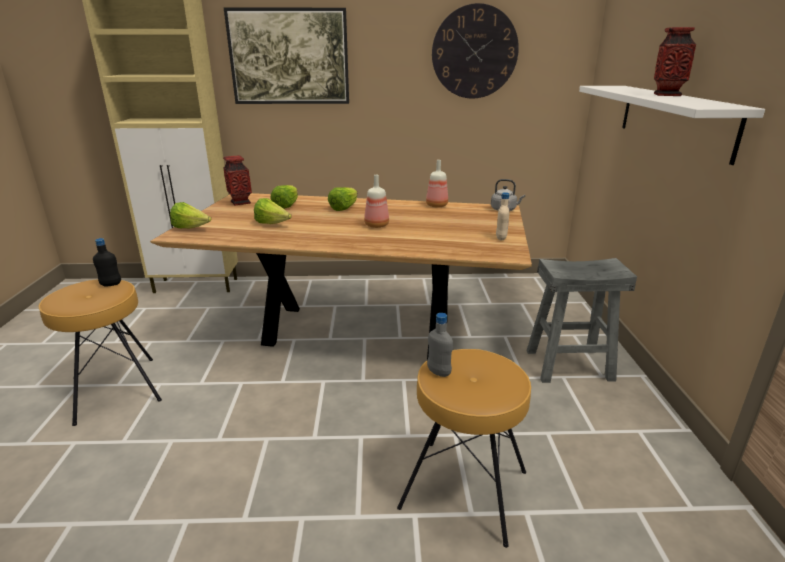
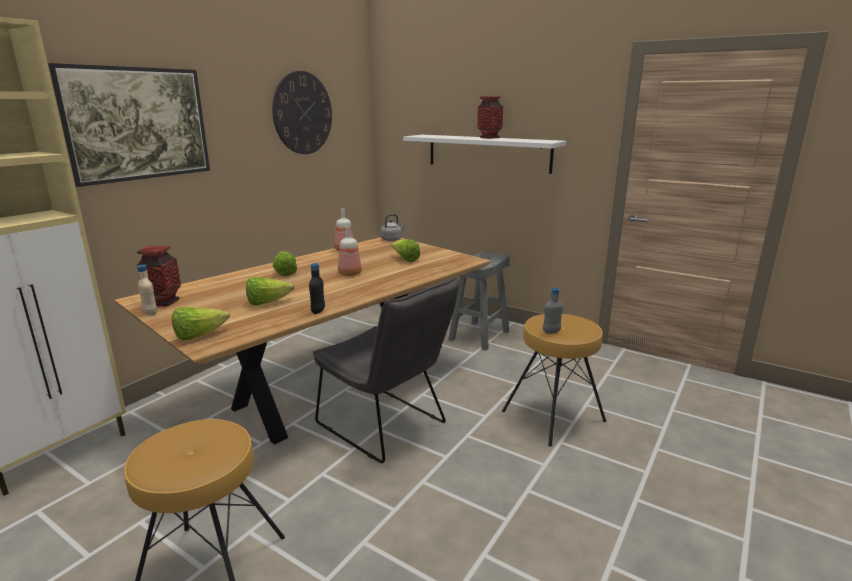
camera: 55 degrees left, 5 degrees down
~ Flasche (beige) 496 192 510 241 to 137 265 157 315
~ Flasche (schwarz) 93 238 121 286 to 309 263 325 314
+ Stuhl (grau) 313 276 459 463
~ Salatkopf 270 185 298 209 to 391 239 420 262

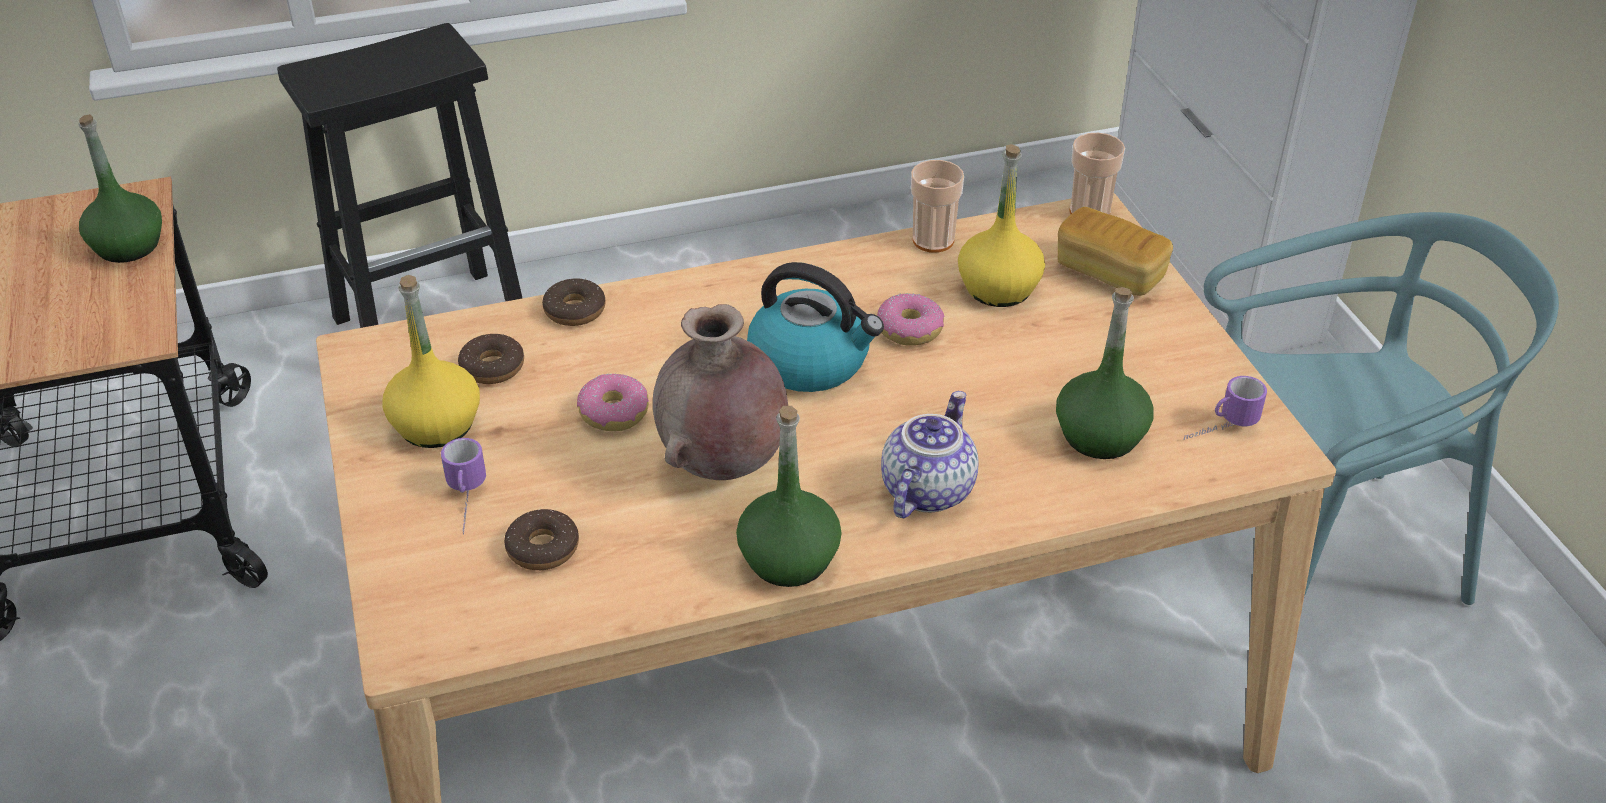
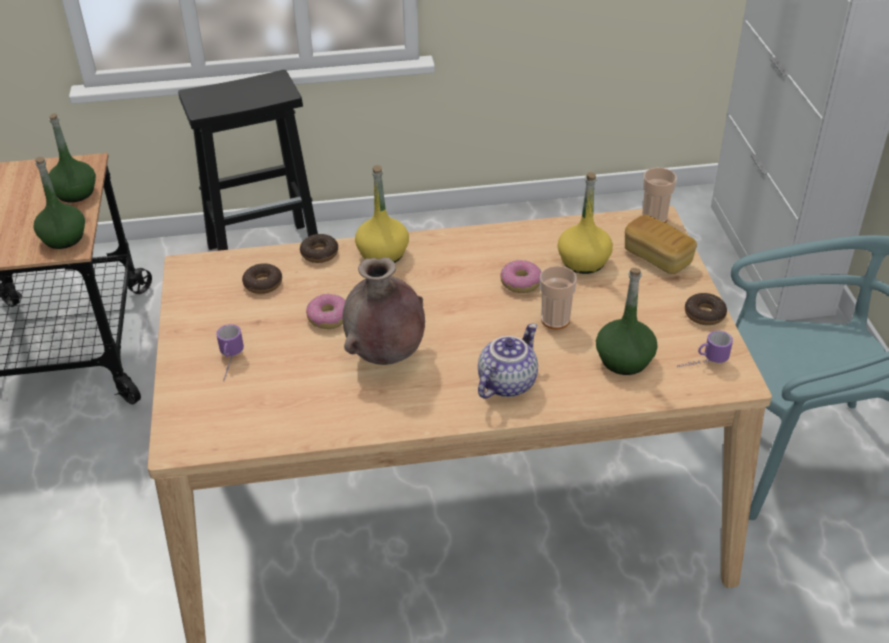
camera: 10 degrees right, 0 degrees up
~ Flasche (grün) 736 406 842 587 to 34 156 85 249
~ Flasche (gelb) 382 275 480 448 to 355 165 409 263
~ Tasse 911 160 964 253 to 540 266 577 329
~ Donut 504 509 579 570 to 685 293 727 325
- Wasserkessel 747 262 884 392

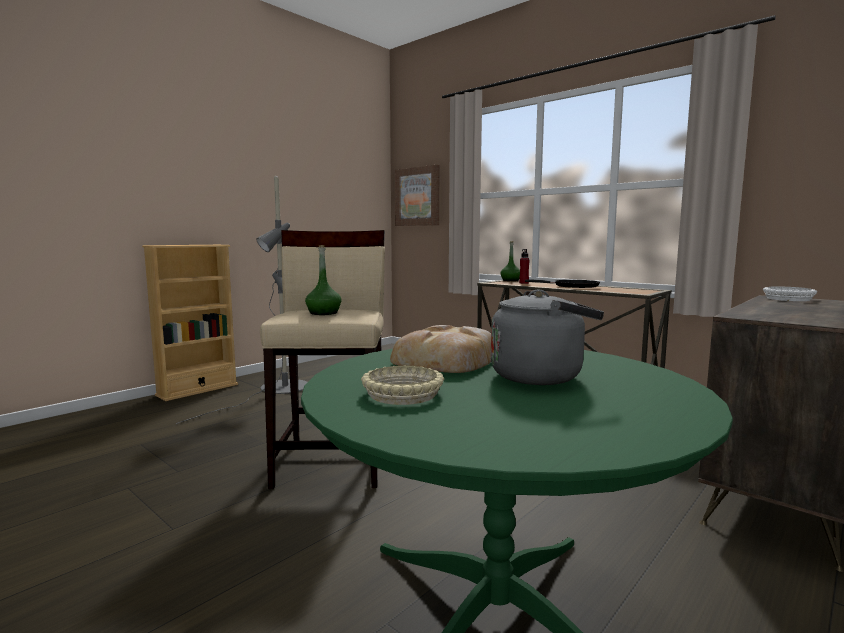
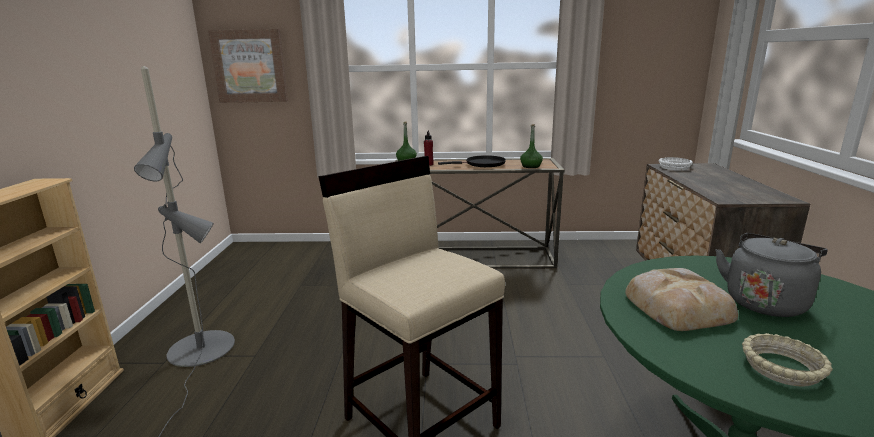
camera: 40 degrees left, 10 degrees up
~ Flasche (grün) 305 245 341 315 to 520 124 543 168

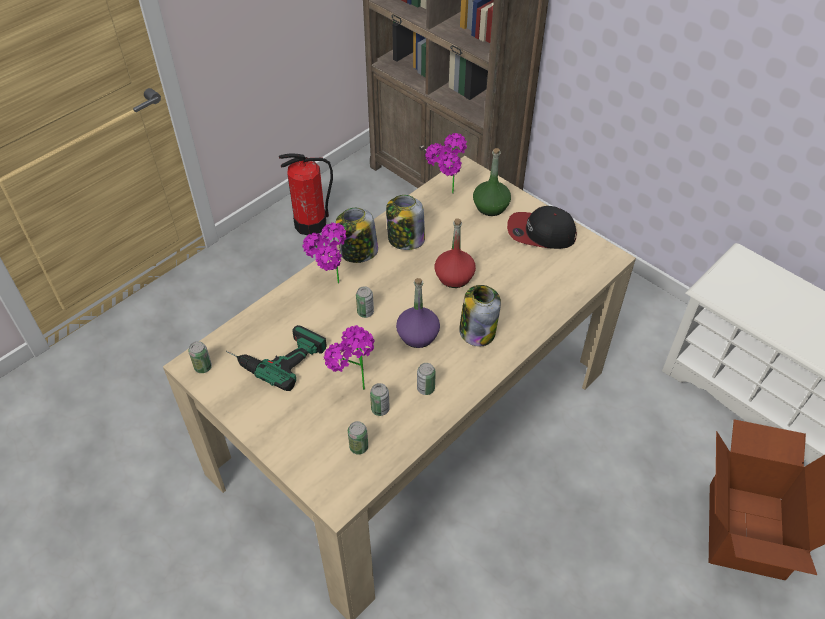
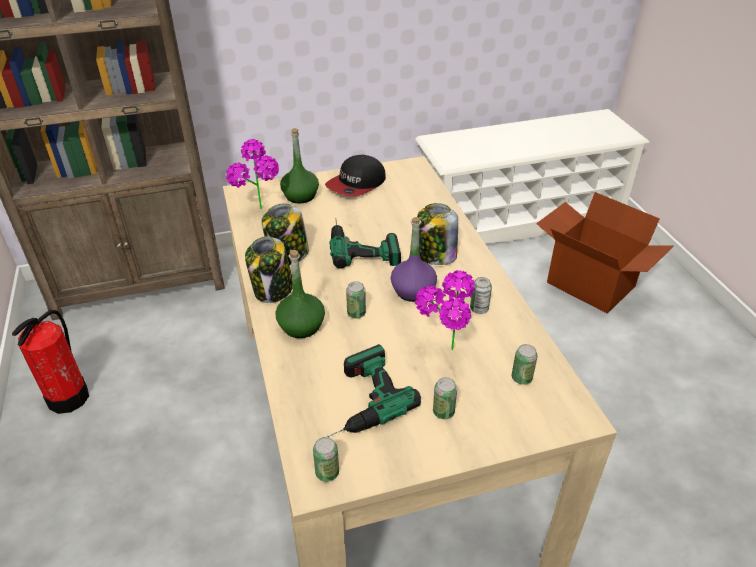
camera: 60 degrees left, 10 degrees down
~ Topfpflanze 302 222 347 284 to Flasche (grün) 275 250 325 338
~ Flasche (rot) 435 218 476 288 to Bohrmaschine 329 218 401 269
~ Dose 370 383 390 416 to 433 377 457 419

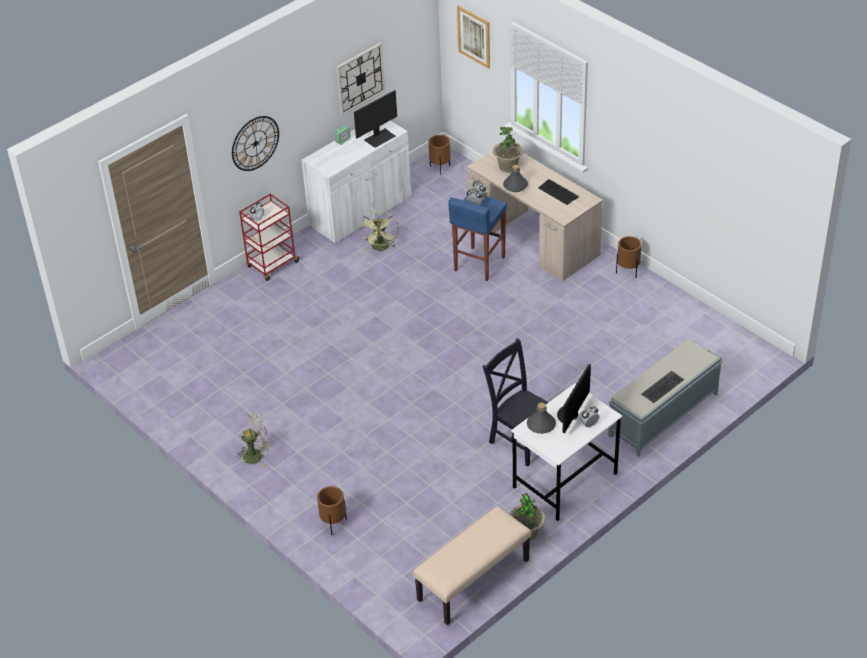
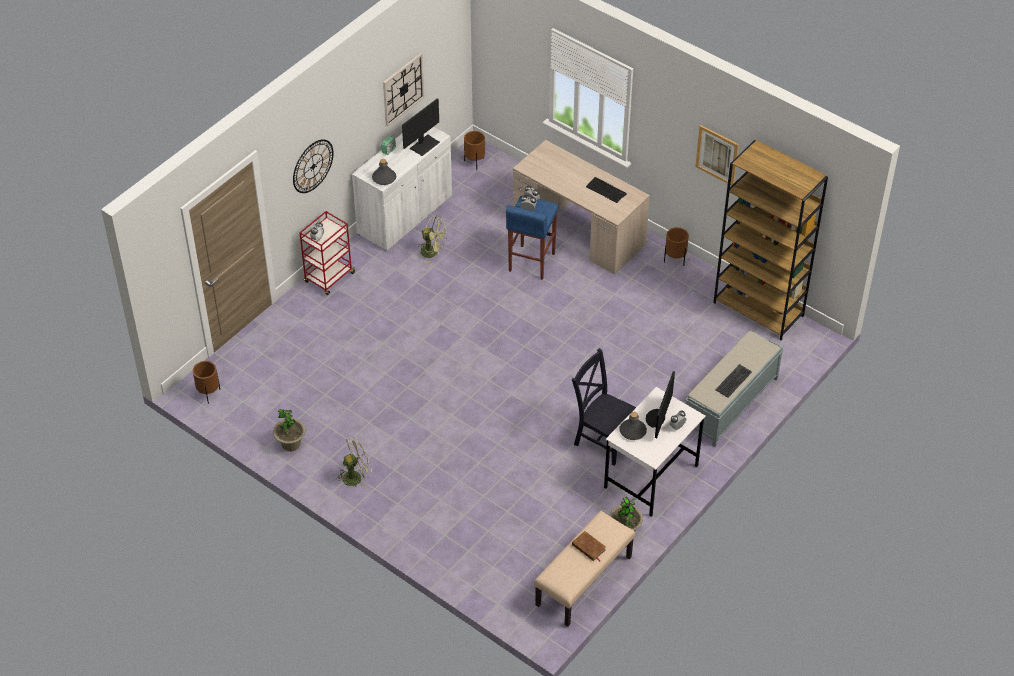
camera: 10 degrees left, 5 degrees up
~ Pflanzkübel (braun) 317 486 347 535 to 193 361 220 404
~ Topfpflanze 493 127 524 173 to 273 409 306 451
~ Flasche (grau) 503 165 528 192 to 372 159 396 185
~ Ventilator (grün) 359 211 399 251 = 418 215 447 264 60 degrees counterclockwise
+ Buch (braun) 572 531 606 562
~ Bild 457 6 490 69 to 695 125 739 186
+ Bücherregal (braun) 713 140 828 340

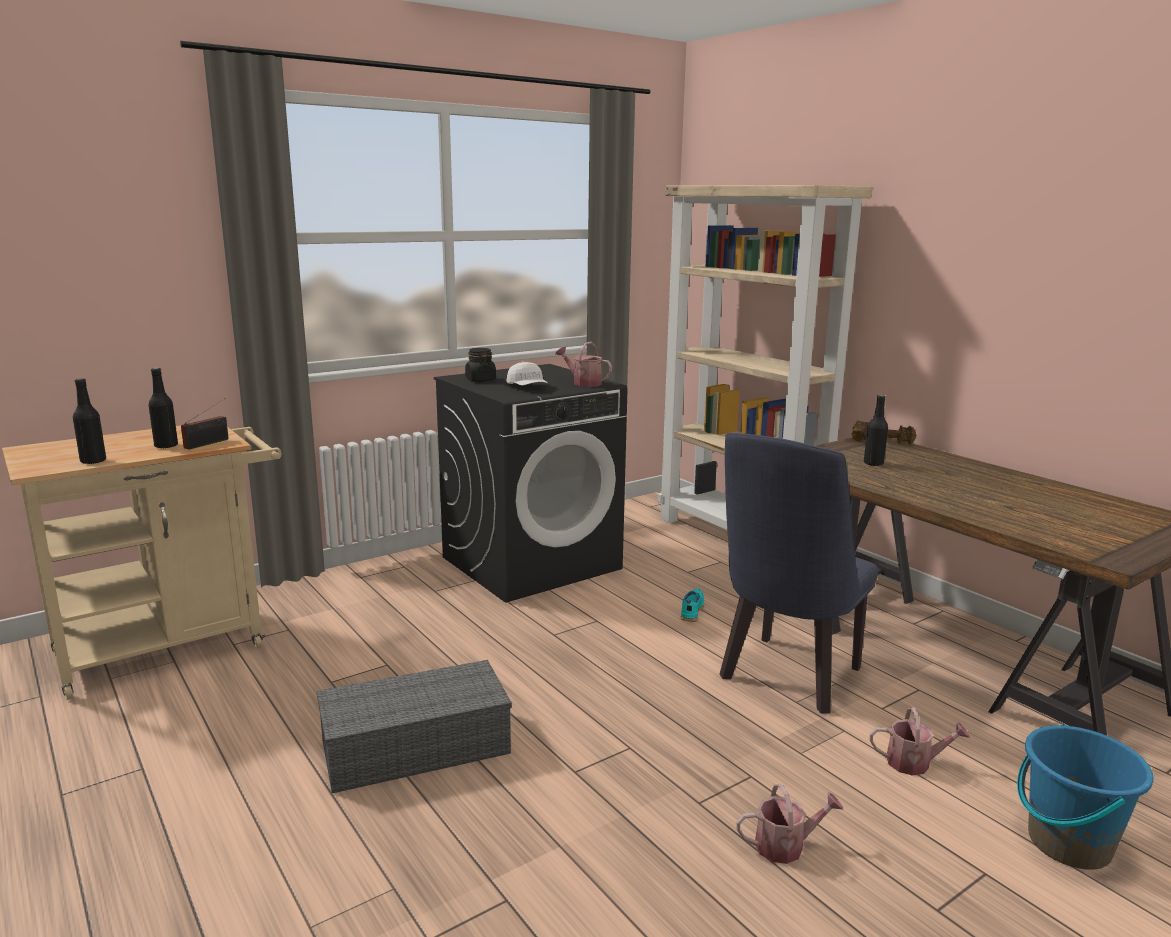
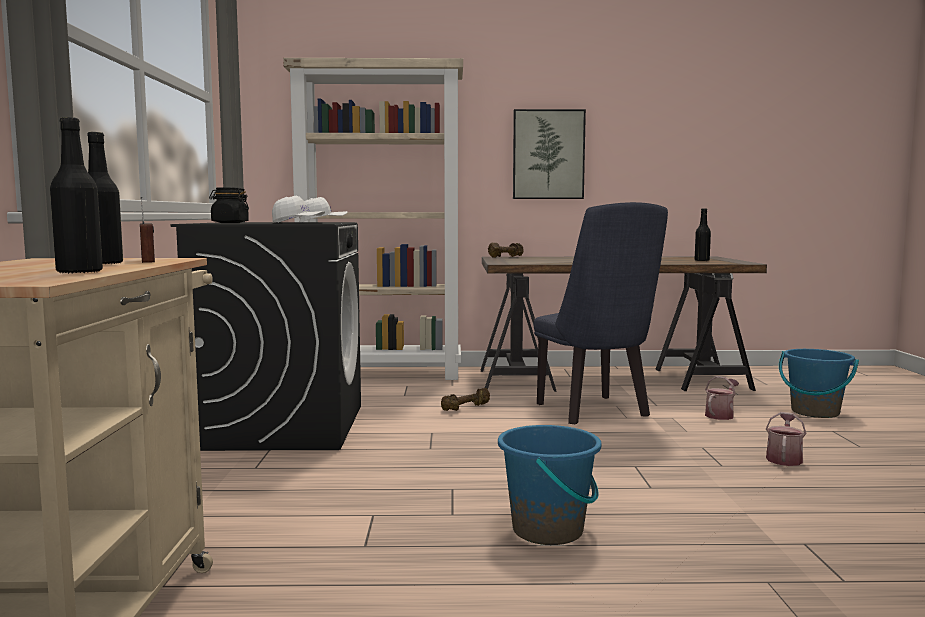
camera: 55 degrees left, 10 degrees down
~ Gießkanne 556 342 612 387 to Kappe (weiß) 299 197 347 222
~ Schuh (türkis) 681 589 704 622 to Hantel (braun) 441 388 490 411
~ Aufbewahrungsbox (grau) 317 660 512 793 to Eimer (blau) 498 425 602 545
+ Bild 513 109 586 199
~ Flasche (schwarz) 864 395 888 466 to 695 208 711 261

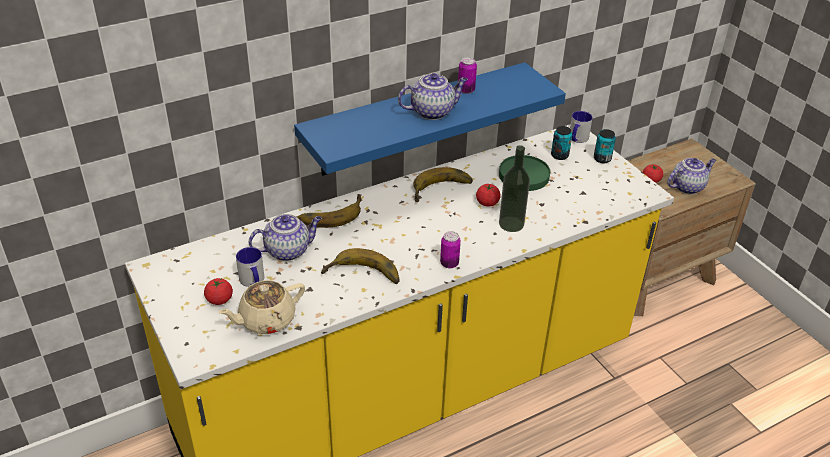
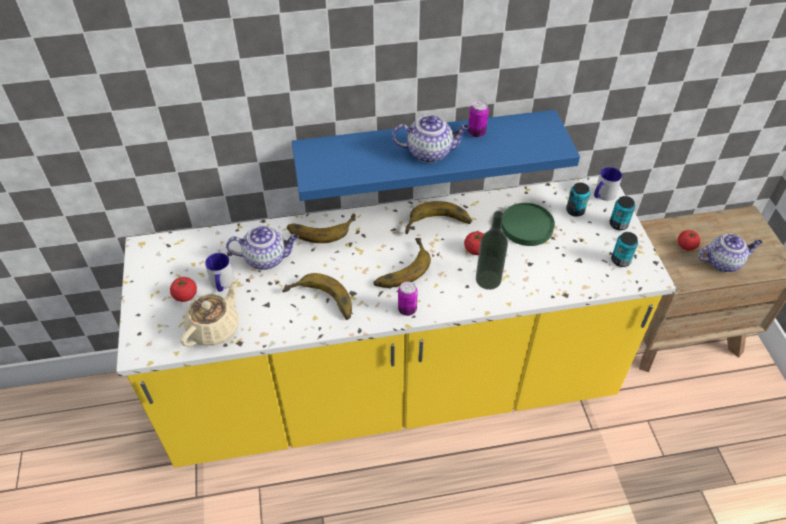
camera: 20 degrees right, 10 degrees up
~ Teekanne (beige) 218 280 305 334 = 180 278 239 347 135 degrees clockwise
+ Banane 373 238 431 288
+ Dose 611 232 638 267

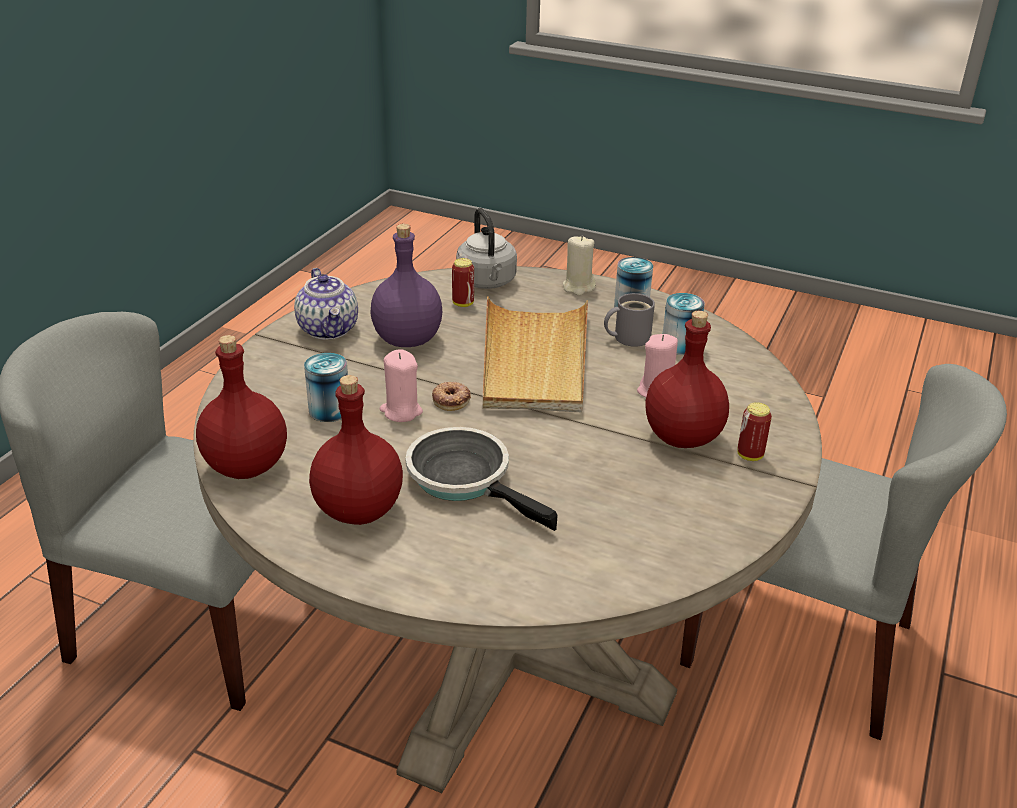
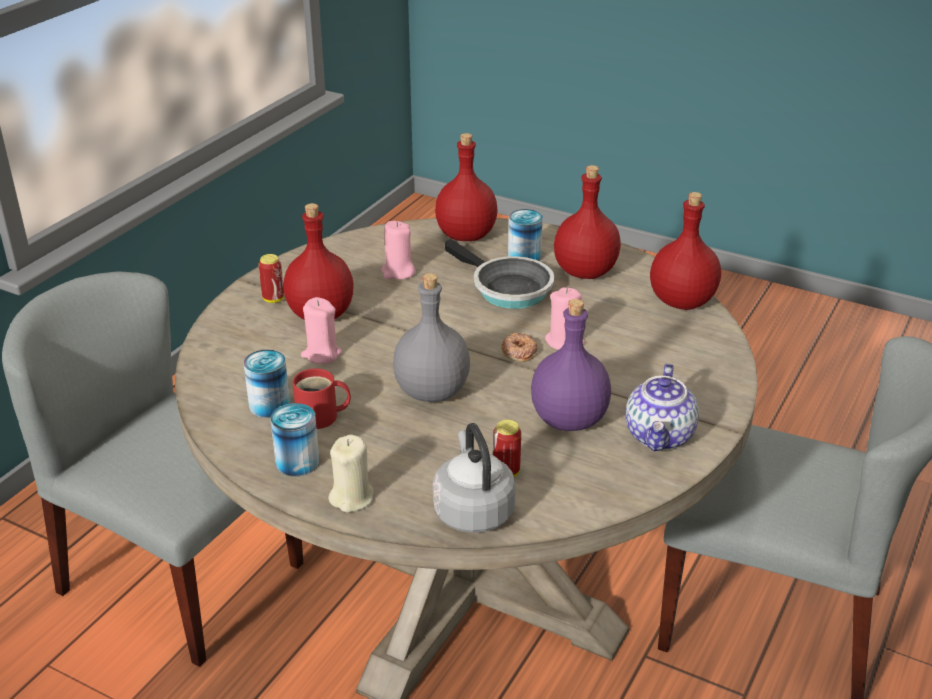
camera: 175 degrees left, 0 degrees up
~ Henkelbecher (grau) 604 293 655 347 to Henkelbecher (rot) 293 368 351 429
+ Kerze (rosa) 381 221 416 280
~ Tablett (beige) 483 296 588 413 to Flasche (grau) 393 273 470 402
+ Flasche (rot) 435 133 497 241
~ Dose 304 353 348 422 to 508 209 543 261
~ Teekanne 294 268 358 340 = 626 363 699 451 150 degrees counterclockwise

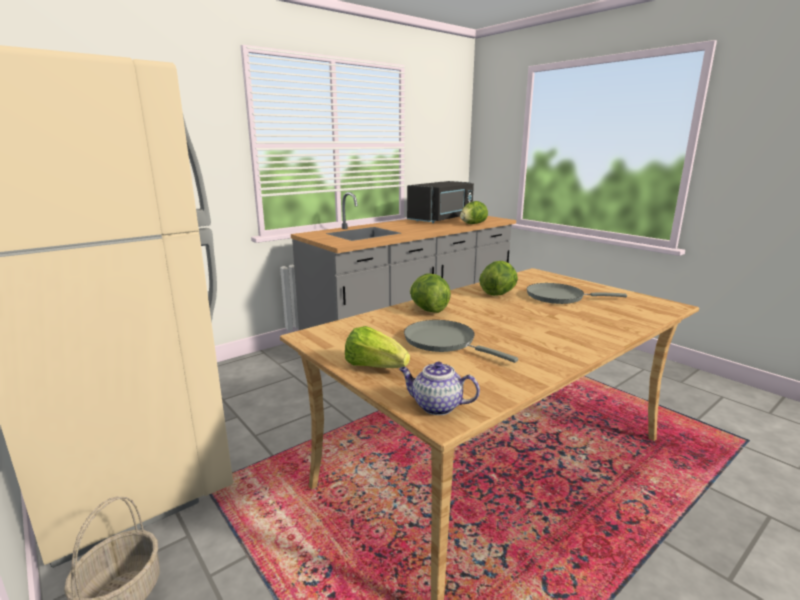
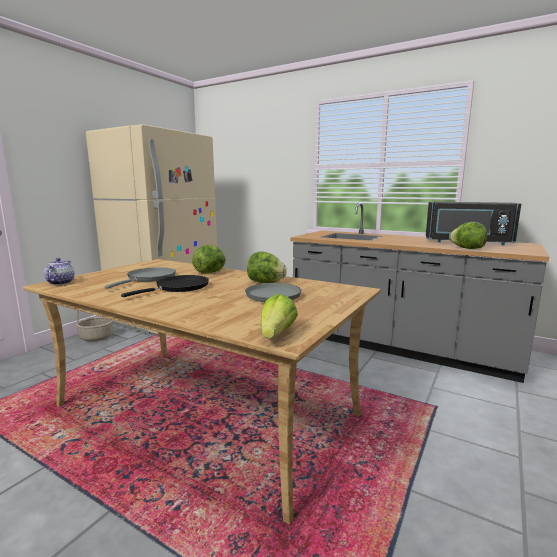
camera: 70 degrees right, 5 degrees down
+ Pfanne (schwarz) 121 275 209 297
~ Salatkopf 345 326 410 368 to 260 294 298 338

